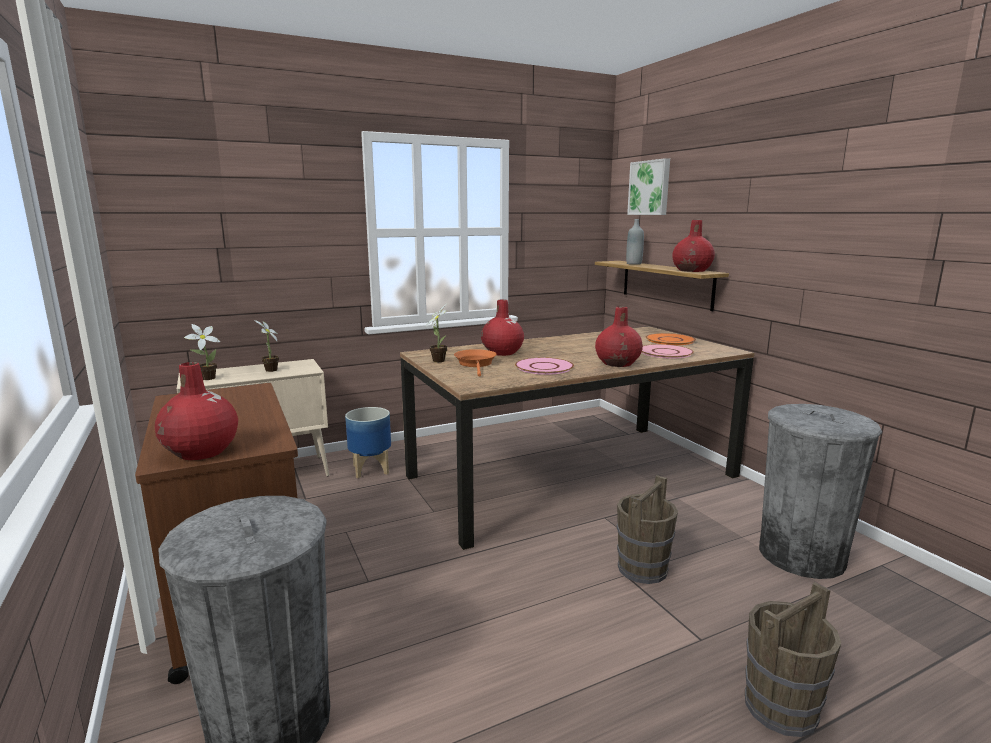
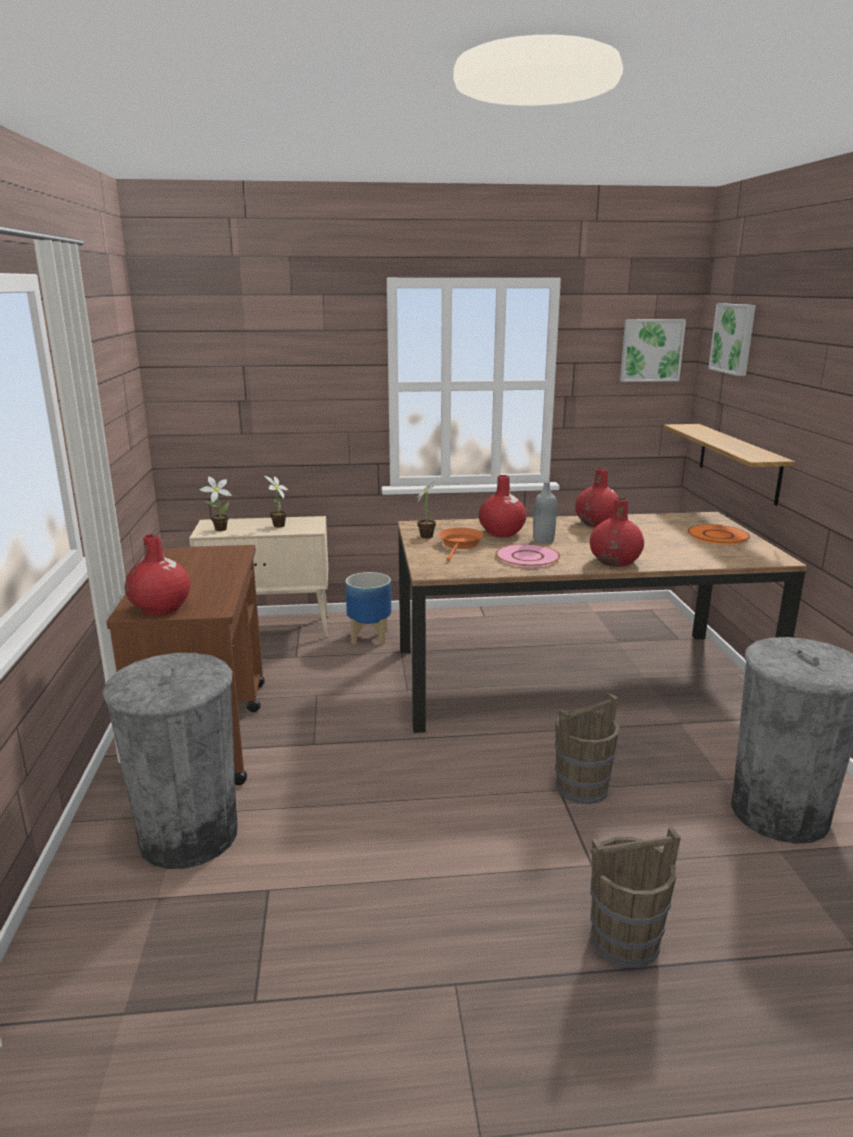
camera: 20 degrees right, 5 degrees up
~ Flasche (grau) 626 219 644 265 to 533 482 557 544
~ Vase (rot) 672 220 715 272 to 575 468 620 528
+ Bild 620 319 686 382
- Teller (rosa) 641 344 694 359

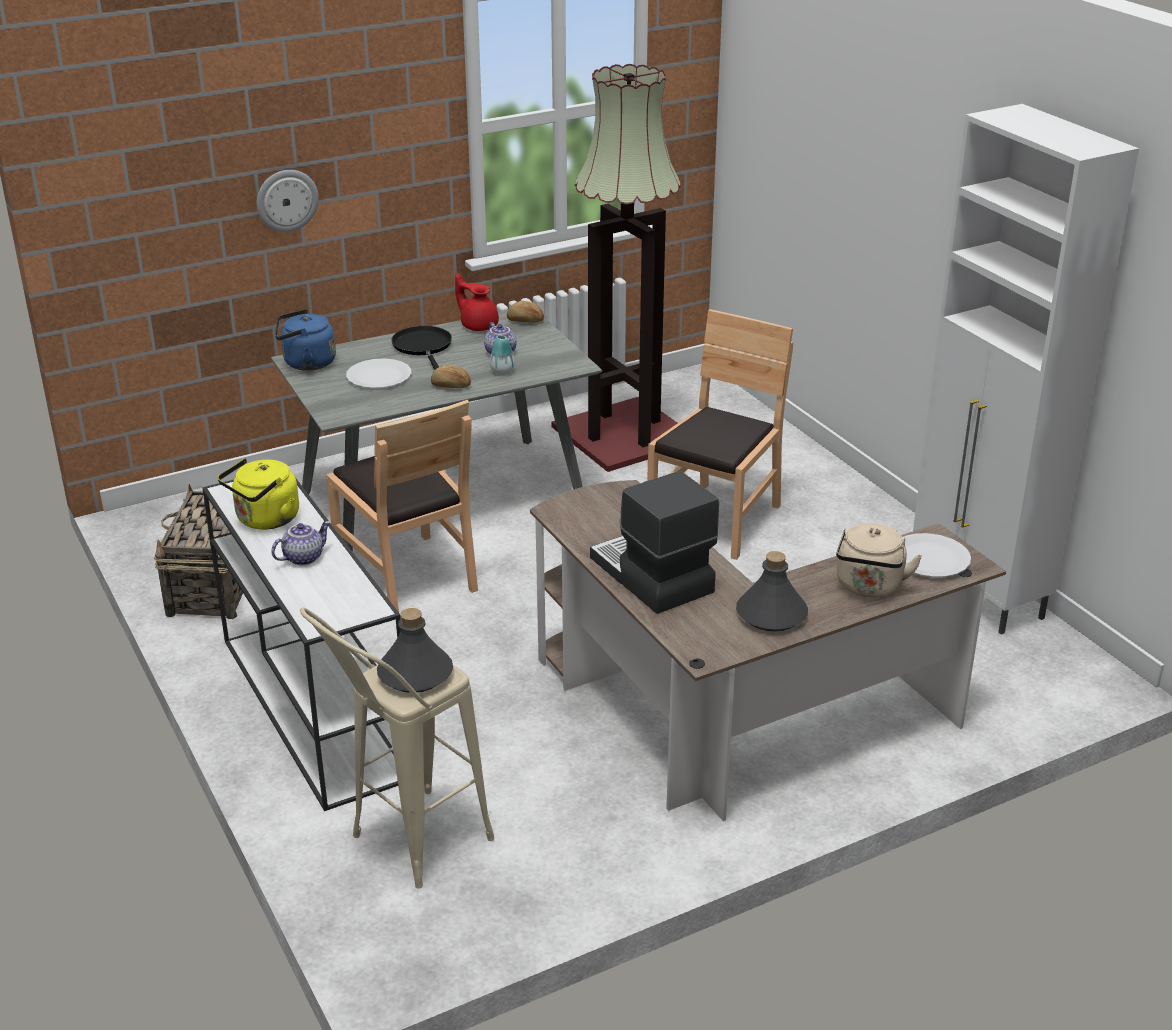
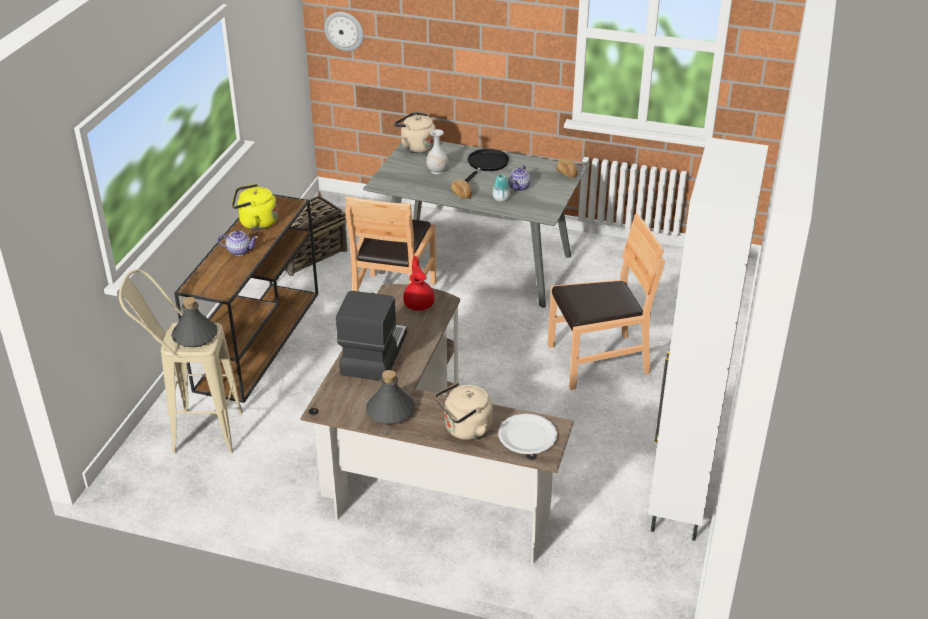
camera: 45 degrees right, 5 degrees up
~ Konsolentisch (weiß) 202 477 401 811 to Konsolentisch (braun) 174 194 318 403
~ Wanduhr 257 170 319 232 to 324 12 364 51
~ Wasserkessel (blau) 275 309 336 371 to Wasserkessel (beige) 394 112 436 153
~ Teekanne (rot) 455 273 499 331 to 403 256 435 311
~ Teller (weiß) 346 358 411 388 to Vase (weiß) 426 129 448 175
- Stehlampe 551 64 681 472

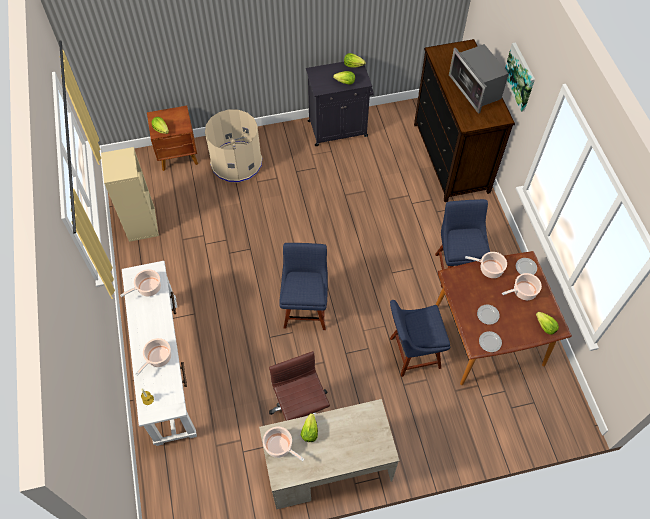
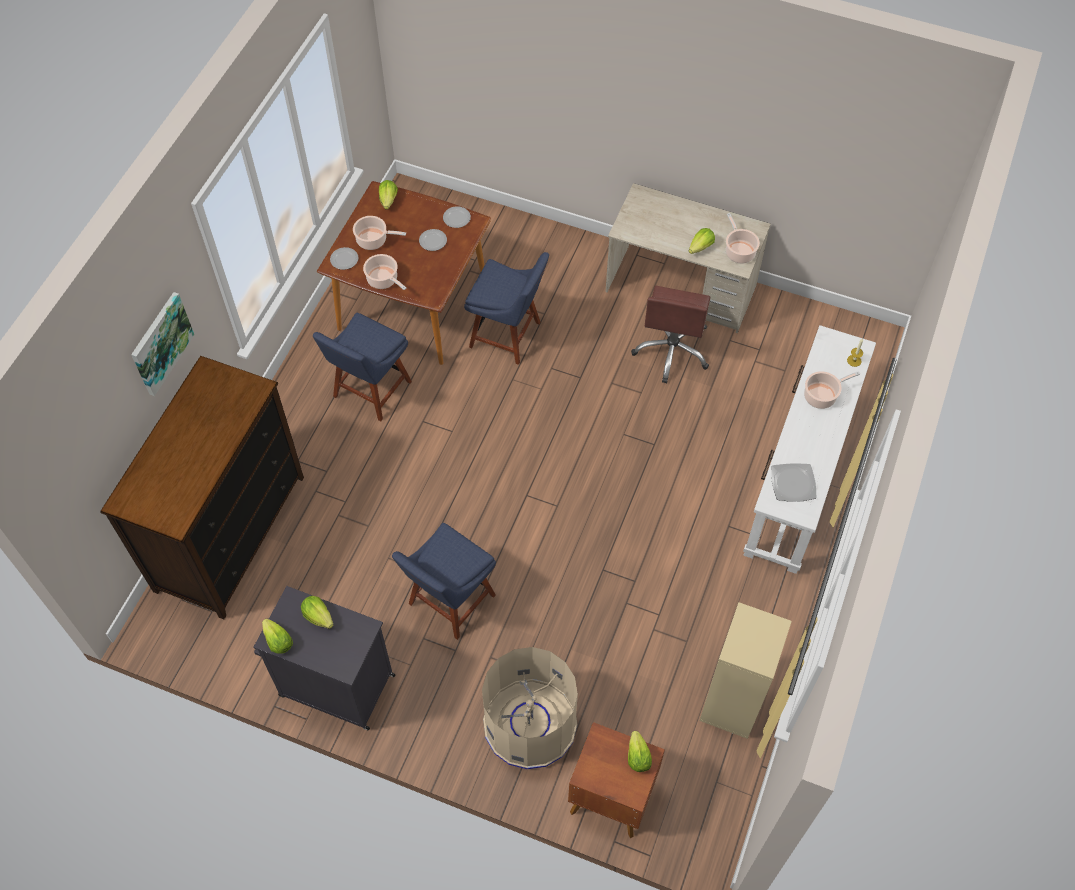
camera: 145 degrees left, 0 degrees up
~ Stuhl (blau) 279 243 328 330 to 392 523 496 640
~ Kochtopf 120 269 161 297 to Teller 771 464 816 502
- Mikrowelle 449 44 509 114

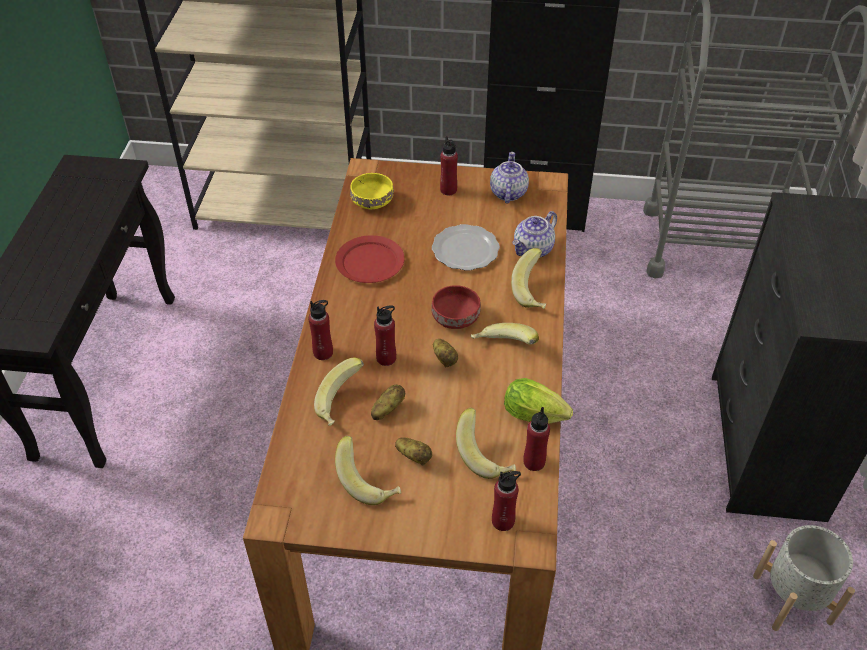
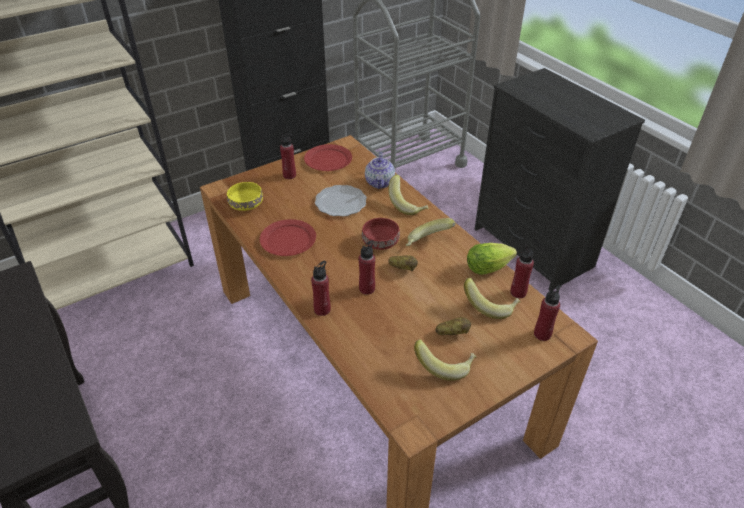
camera: 40 degrees left, 5 degrees down
~ Teekanne 490 152 529 203 to Teller (rot) 304 144 352 171
- Banane 314 358 364 426
- Kartoffel 371 385 405 420
- Pflanzkübel (grau) 753 525 855 631

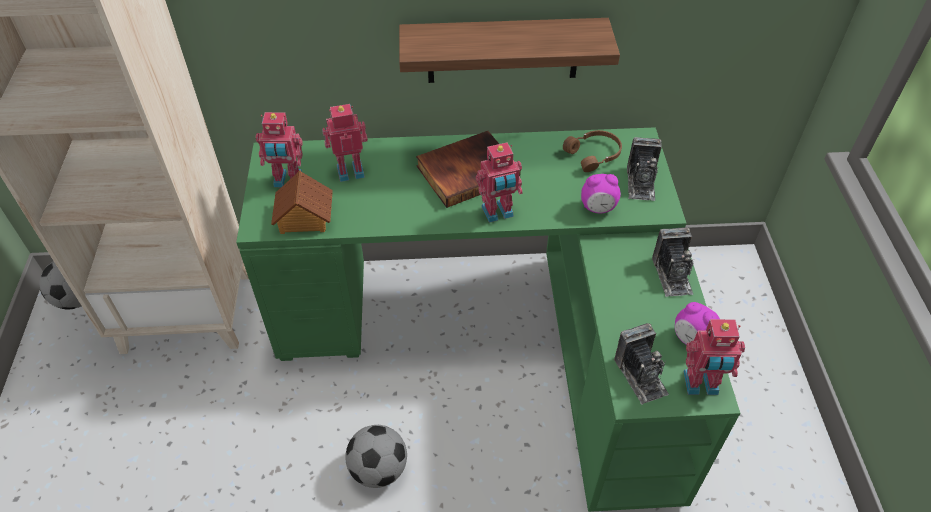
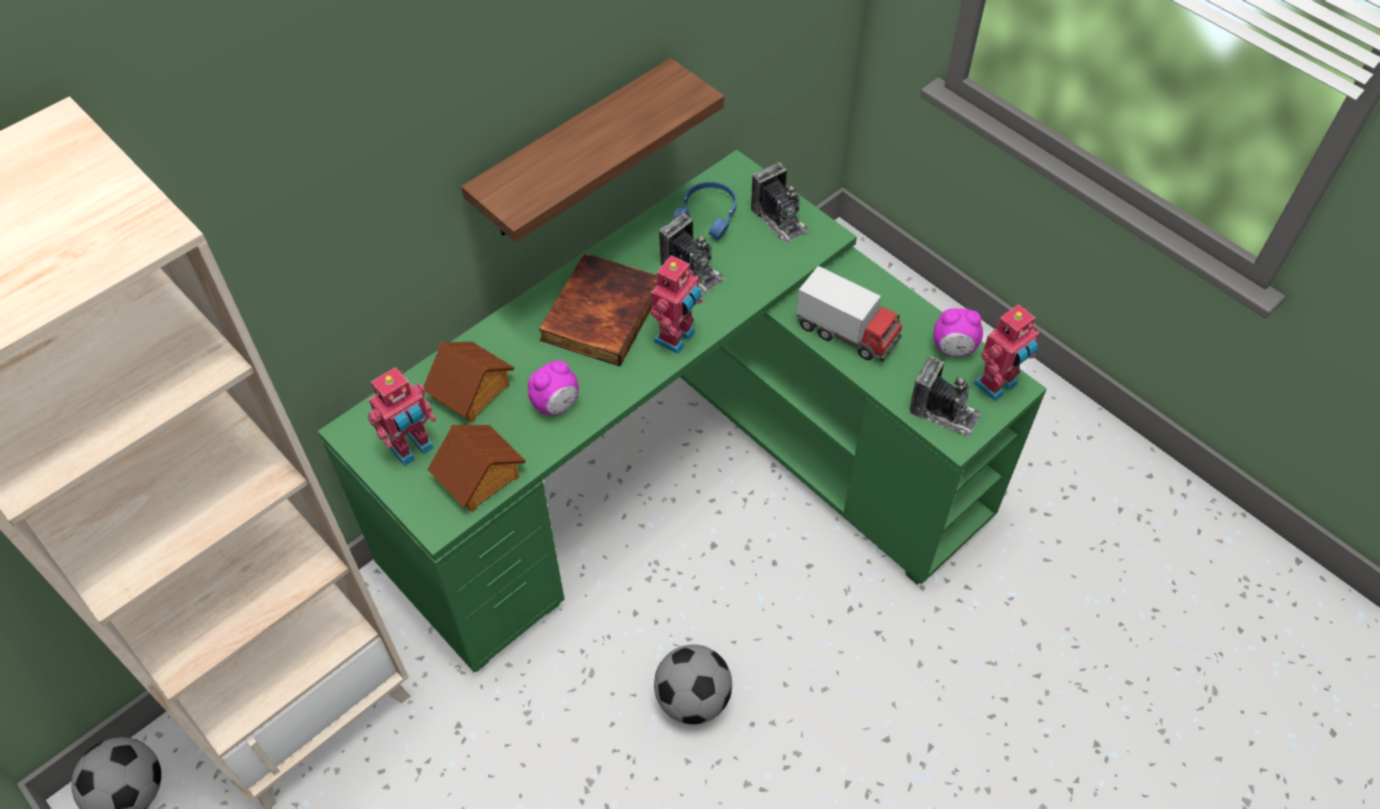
camera: 40 degrees left, 5 degrees up
~ Spielzeugroboter 322 104 368 182 to Spielzeughaus 423 342 515 423
~ Wecker 581 174 621 213 to 528 361 579 415
~ Kamera 652 227 694 297 to 659 213 725 295
~ Kopfhörer (braun) 563 130 622 172 to Kopfhörer (blau) 674 181 737 240
+ Spielzeuglaster 796 266 902 362

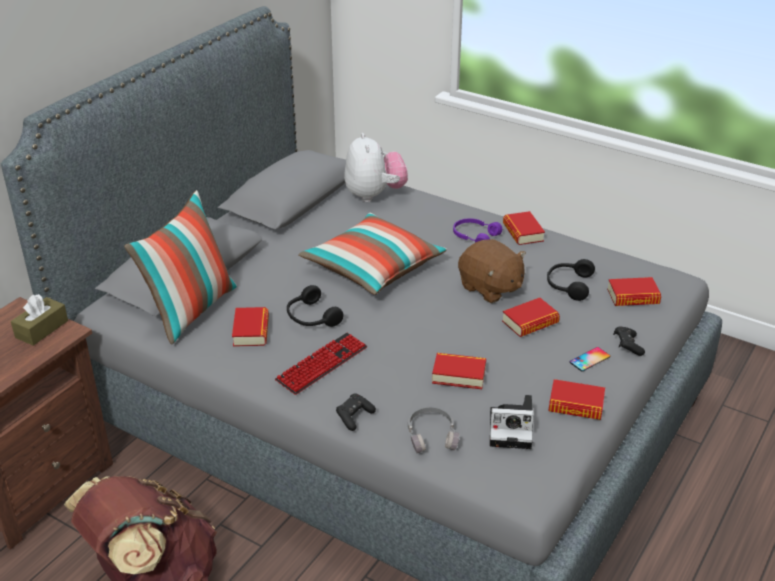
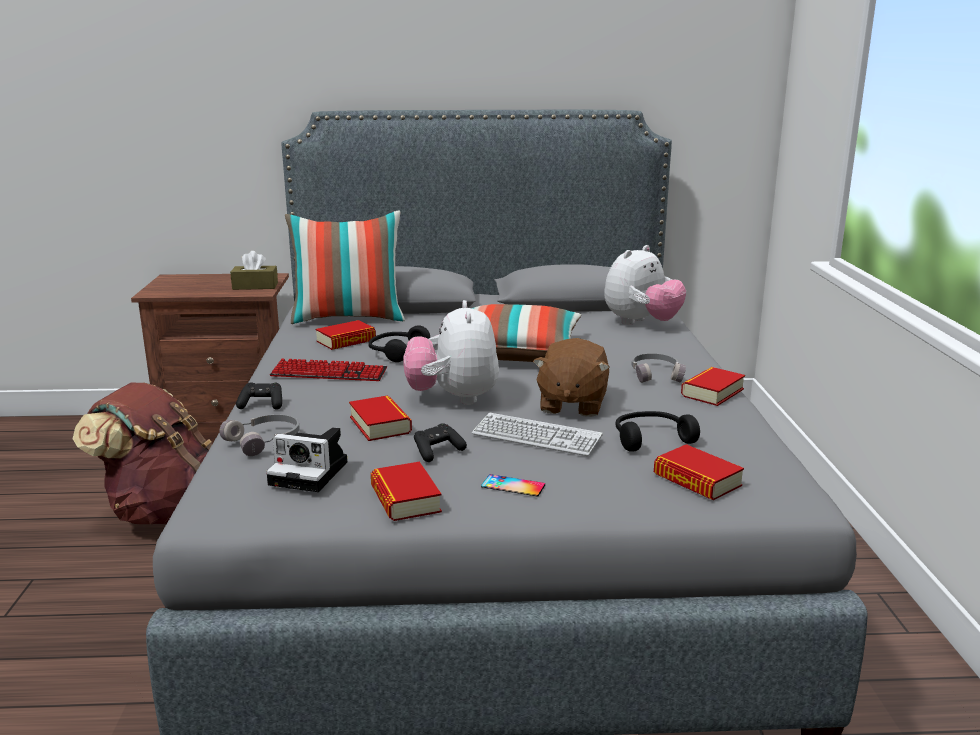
camera: 55 degrees right, 15 degrees down
~ Kamera 490 395 534 449 = 266 427 347 492 45 degrees counterclockwise
+ Plüschtier 403 300 499 405
~ Gamepad (schwarz) 613 327 645 356 to 414 423 467 462
~ Buch 502 298 560 337 to Tastatur 472 413 603 456
~ Kopfhörer (lila) 453 218 502 242 to Kopfhörer (grau) 631 353 686 383

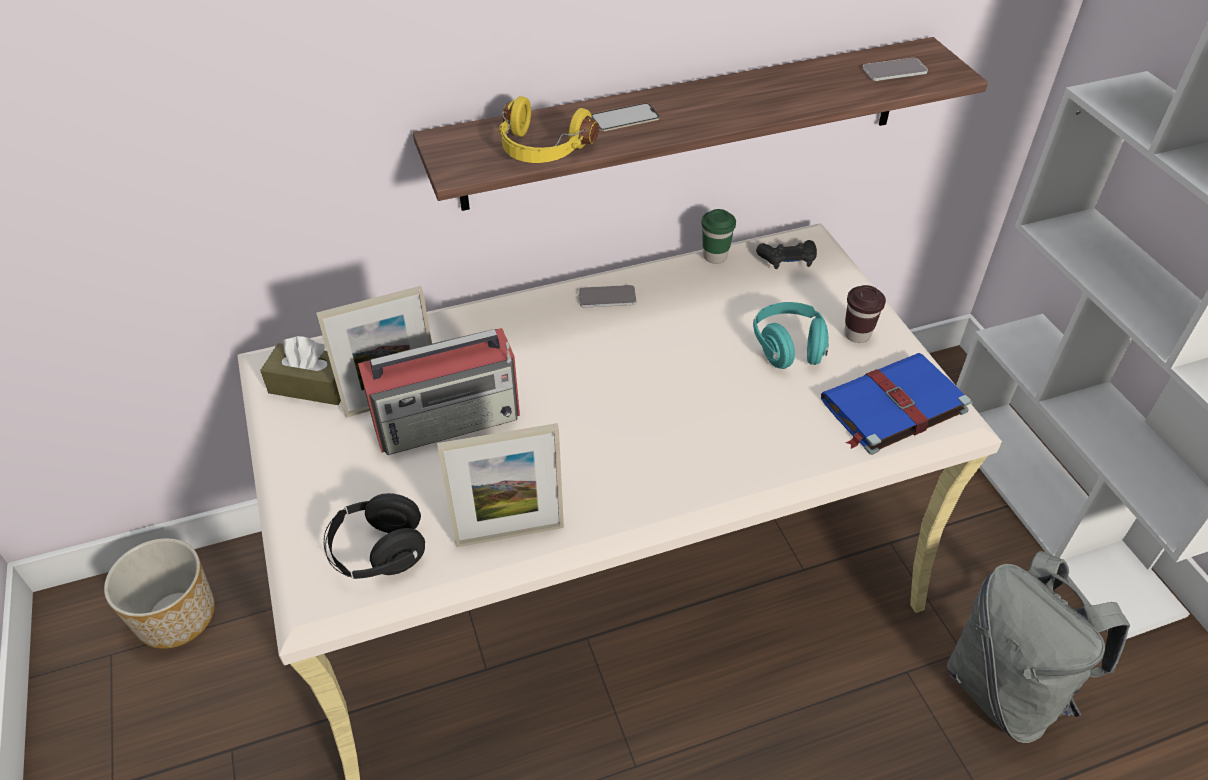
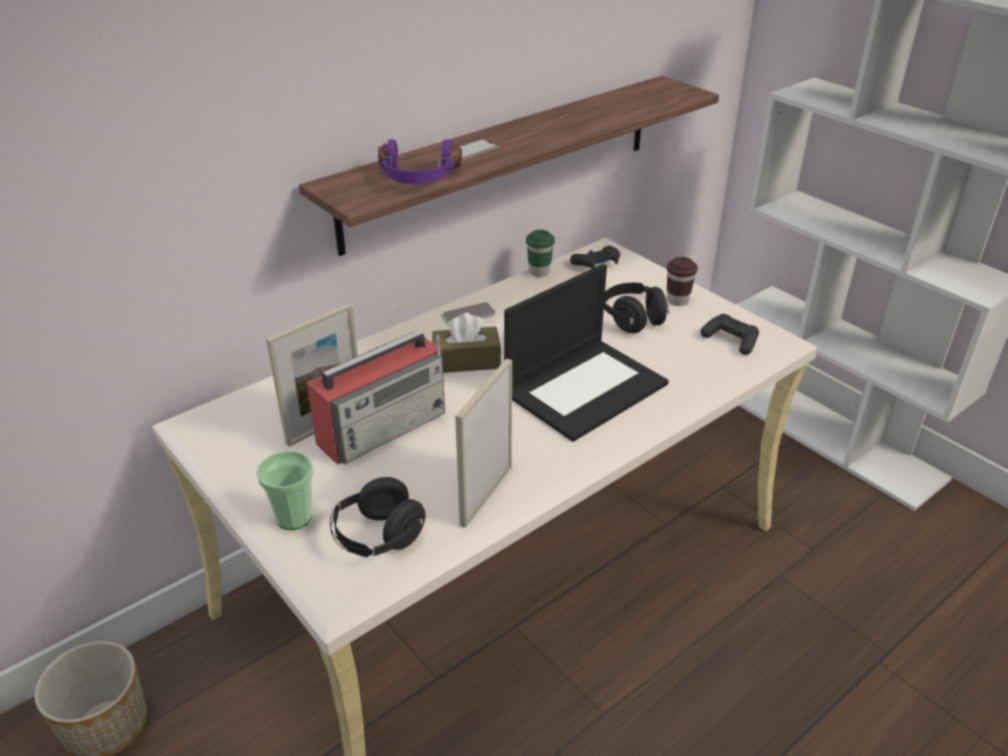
camera: 20 degrees left, 10 degrees down
+ Tasse 256 451 314 530
~ Kopfhörer (gelb) 498 96 599 163 to Kopfhörer (lila) 378 139 462 184
~ Taschentuchbox (braun) 260 336 341 405 to 432 313 501 373
~ Bilderrahmen 437 423 564 547 = 455 358 512 528 150 degrees clockwise
+ Laptop 504 264 669 442
~ Kopfhörer (türkis) 753 302 829 369 to Kopfhörer (schwarz) 604 283 669 333
~ Buch (blau) 821 353 971 455 to Gamepad (schwarz) 700 314 759 355
- Handy 862 58 928 81
- Rucksack (grau) 947 551 1130 743

